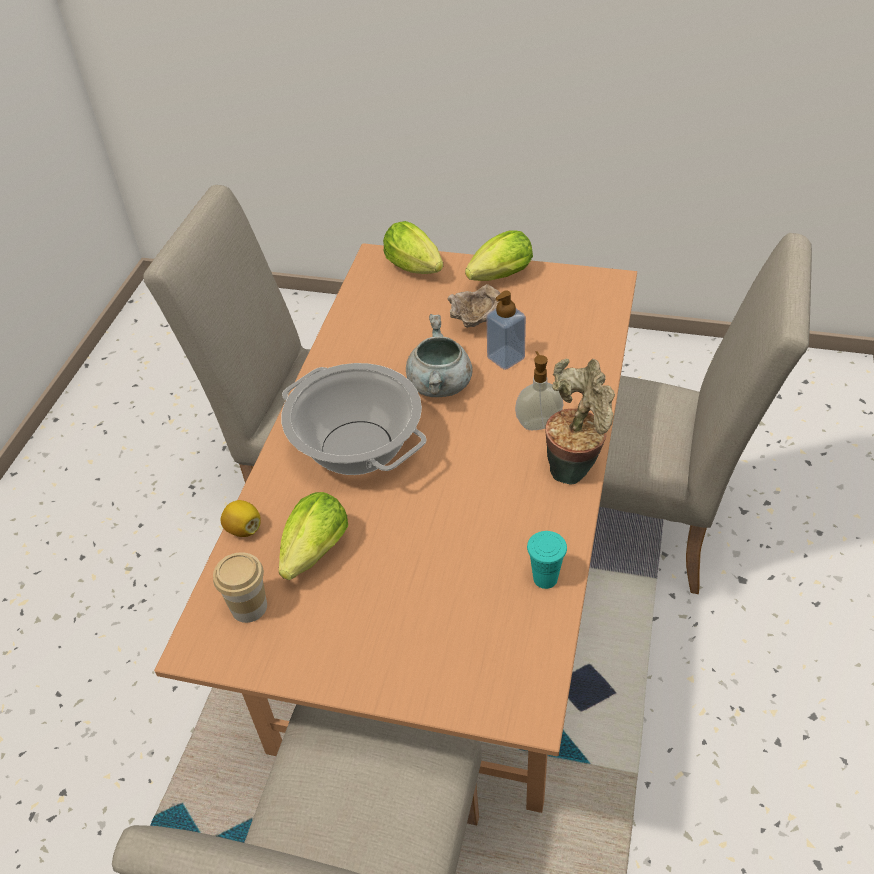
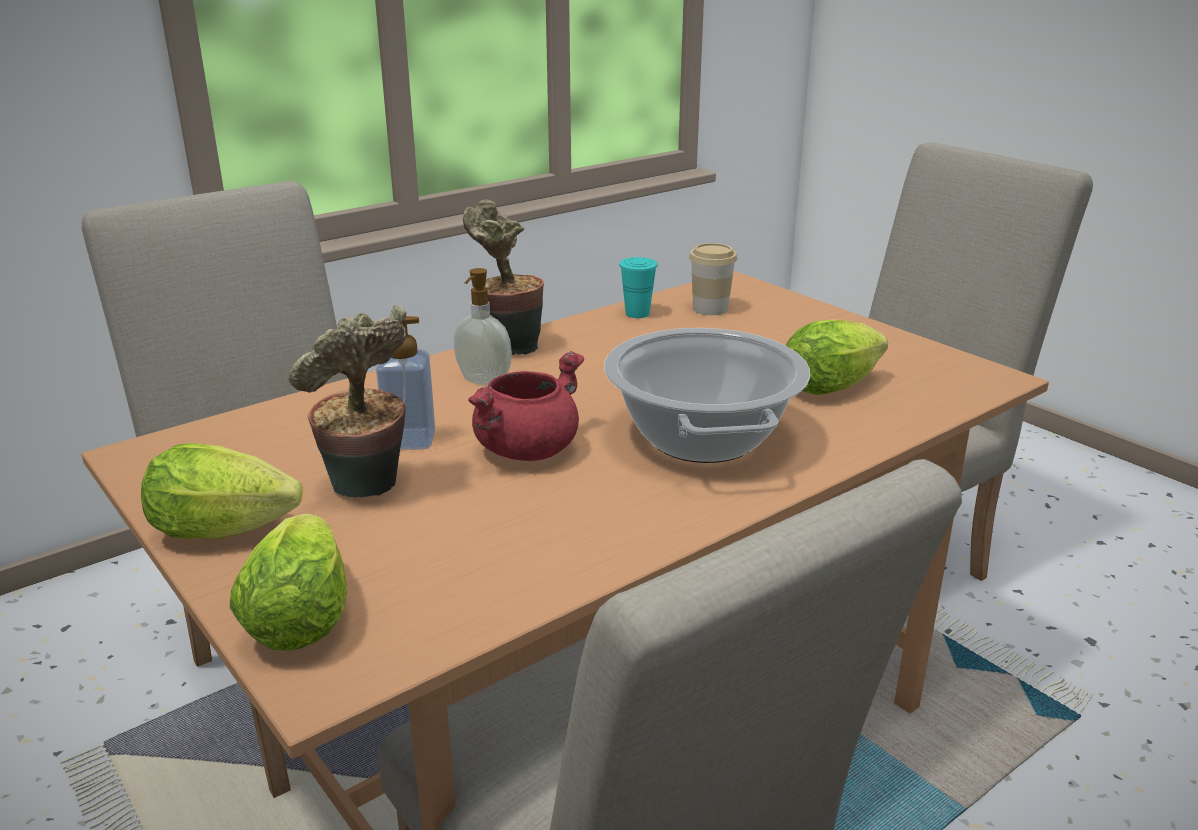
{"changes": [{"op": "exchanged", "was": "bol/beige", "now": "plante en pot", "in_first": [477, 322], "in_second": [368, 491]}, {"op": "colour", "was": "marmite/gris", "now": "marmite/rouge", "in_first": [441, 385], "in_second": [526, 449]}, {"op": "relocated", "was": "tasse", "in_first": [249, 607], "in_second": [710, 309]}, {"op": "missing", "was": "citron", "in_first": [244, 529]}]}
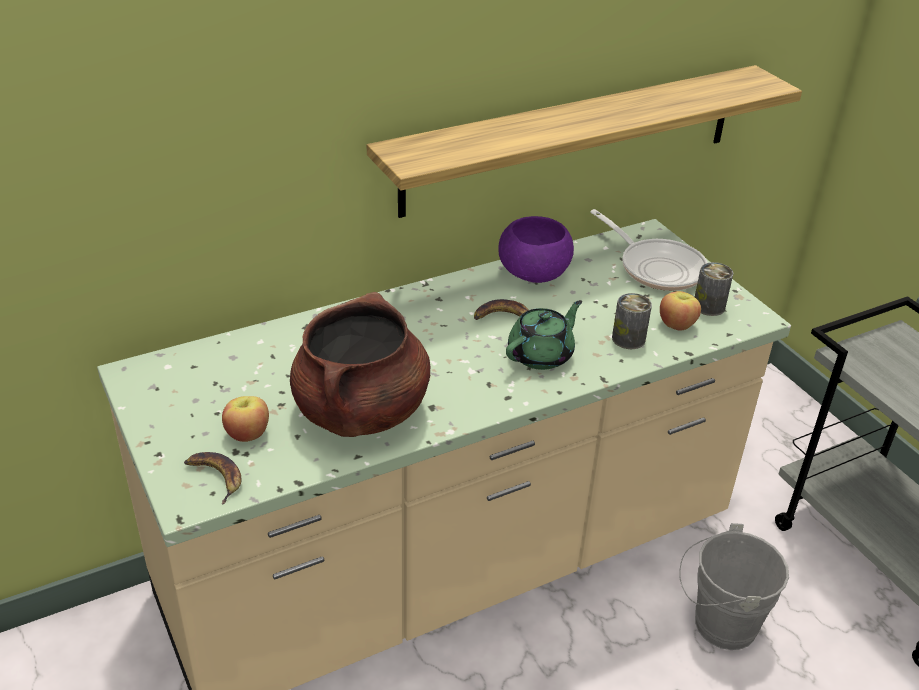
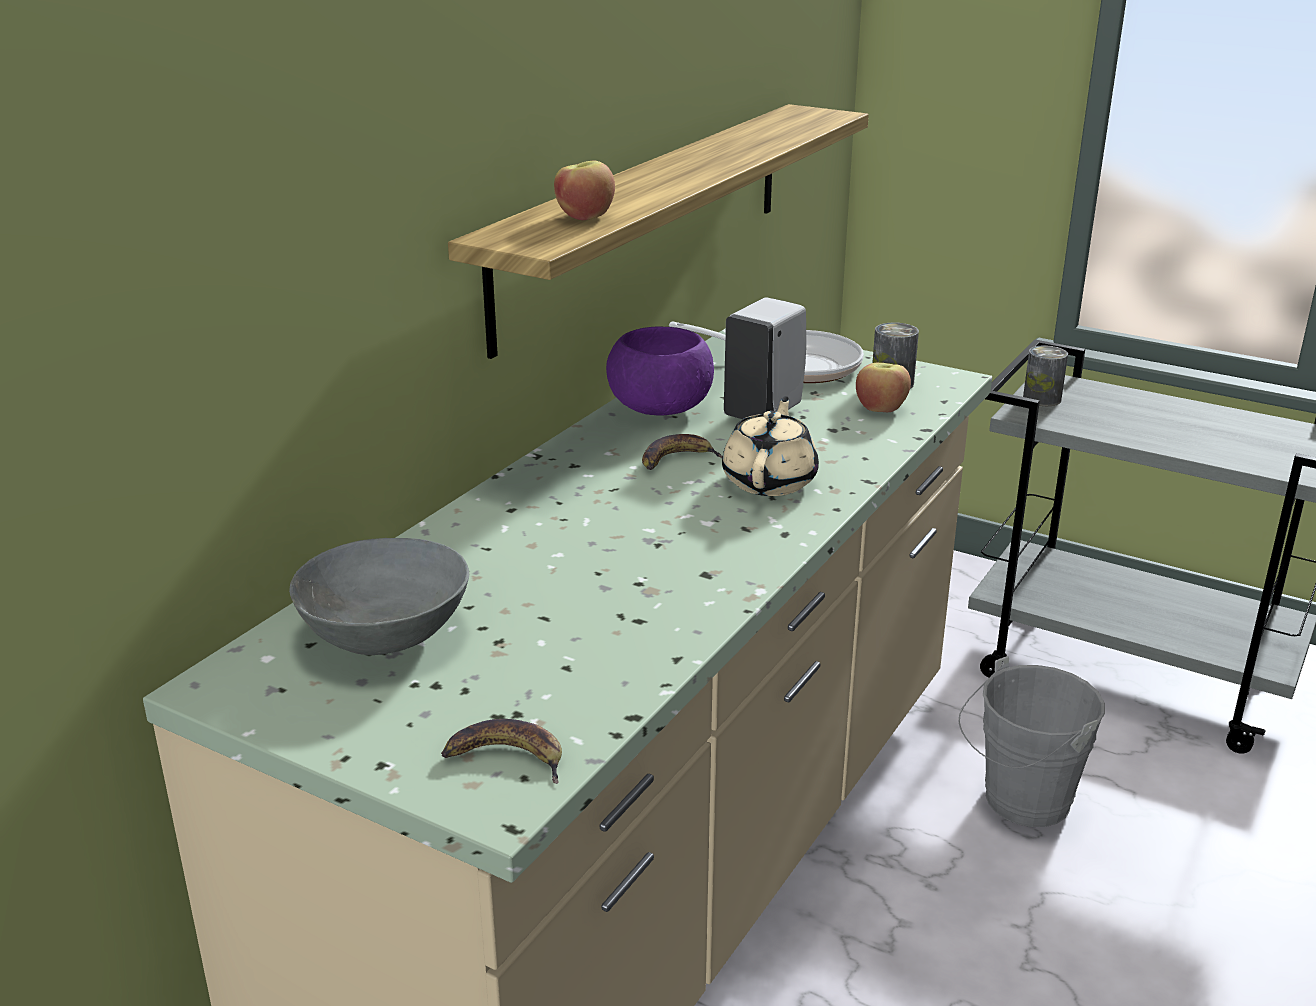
{"changes": [{"op": "appeared", "now": "bol/gris", "in_second": [387, 632]}, {"op": "relocated", "was": "pomme", "in_first": [247, 433], "in_second": [584, 217]}, {"op": "colour", "was": "théière/vert", "now": "théière/beige", "in_first": [541, 354], "in_second": [770, 480]}, {"op": "appeared", "now": "distributeur de savon/blanc", "in_second": [764, 412]}, {"op": "relocated", "was": "boîte métallique", "in_first": [628, 339], "in_second": [1042, 398]}, {"op": "missing", "was": "marmite/marron", "in_first": [361, 411]}]}
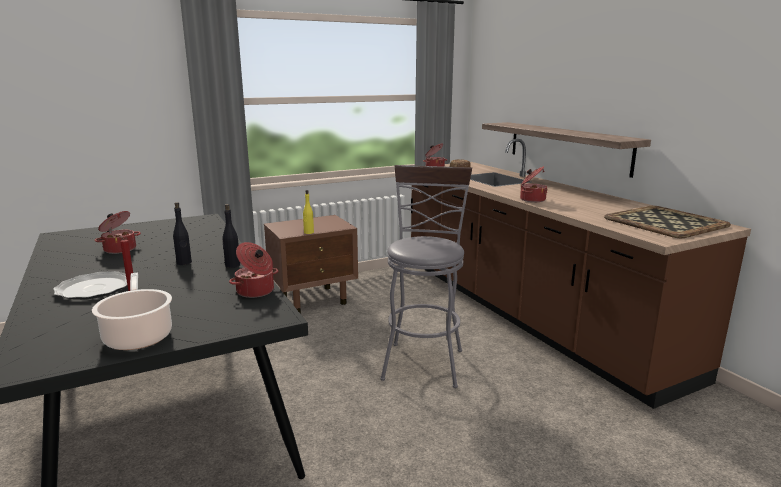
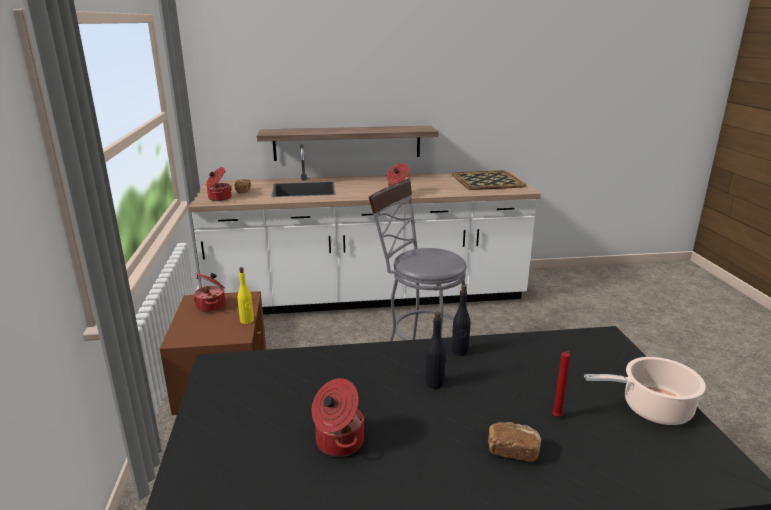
{"changes": [{"op": "colour", "was": "comptoir de cuisine/marron", "now": "comptoir de cuisine/blanc", "in_first": [526, 313], "in_second": [368, 296]}, {"op": "relocated", "was": "marmite", "in_first": [256, 291], "in_second": [212, 306]}, {"op": "exchanged", "was": "assiette", "now": "pain", "in_first": [94, 288], "in_second": [512, 451]}]}
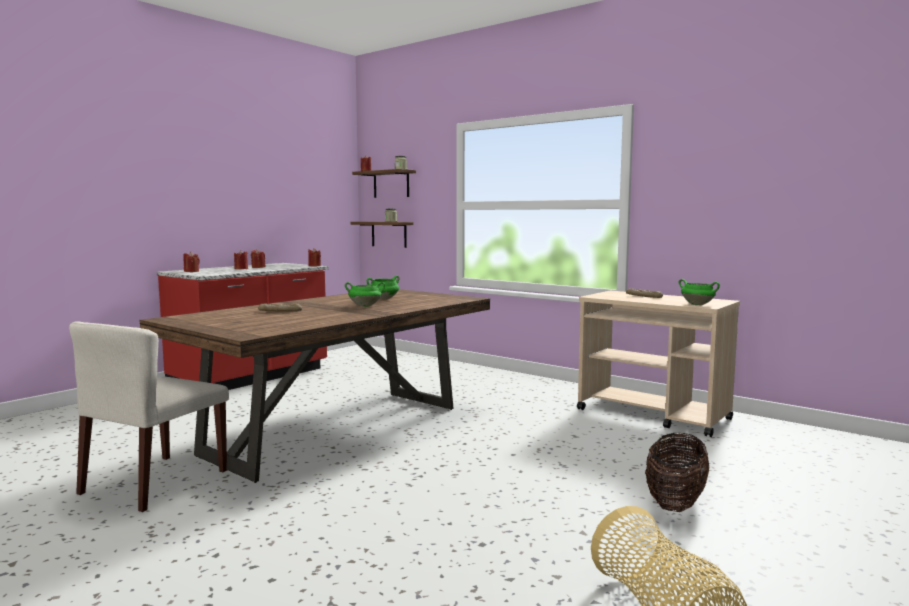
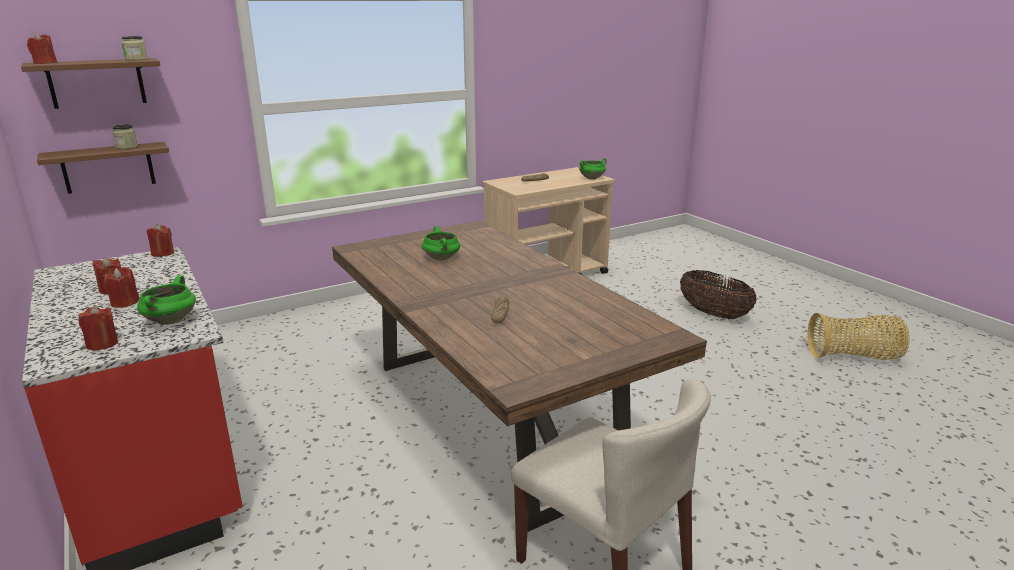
{"changes": [{"op": "relocated", "was": "marmite/vert", "in_first": [365, 306], "in_second": [170, 320]}]}
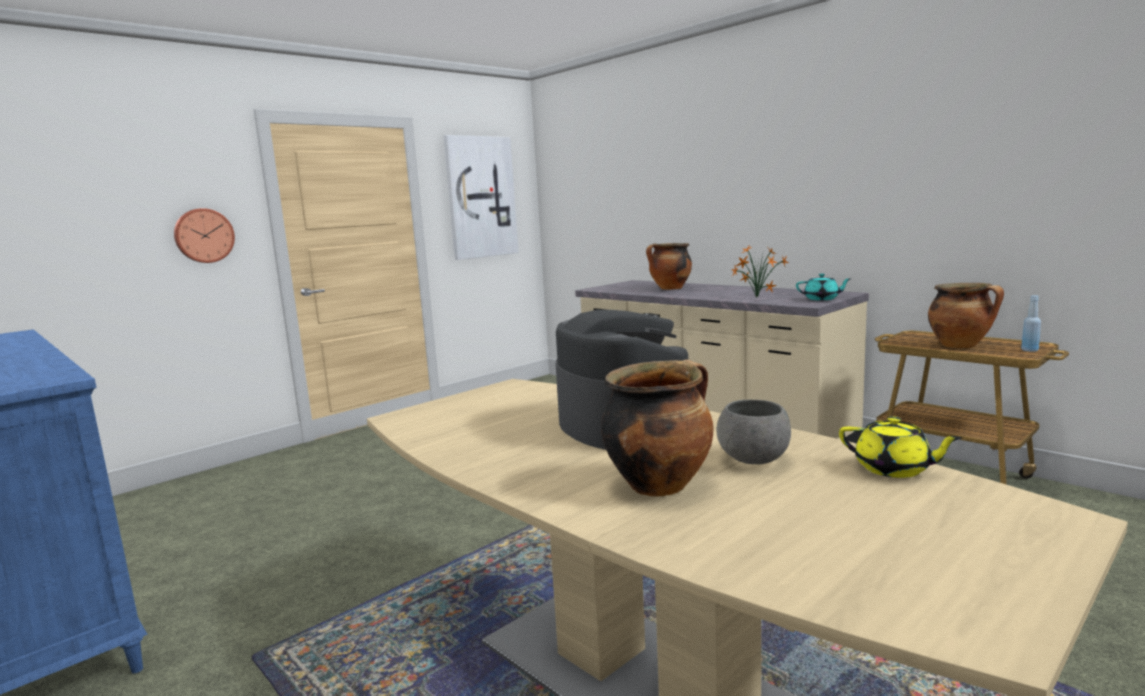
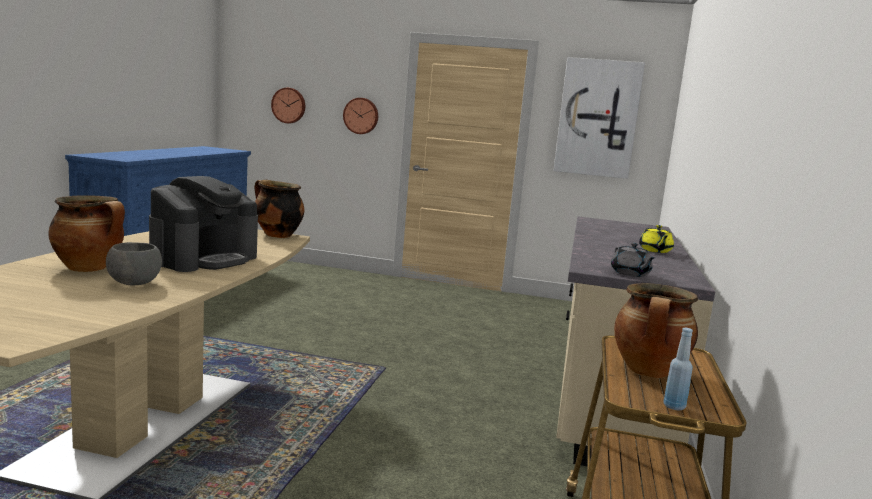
{"changes": [{"op": "relocated", "was": "marmite", "in_first": [670, 289], "in_second": [276, 235]}, {"op": "appeared", "now": "horloge murale", "in_second": [289, 105]}, {"op": "colour", "was": "théière/turquoise", "now": "théière/gris", "in_first": [822, 299], "in_second": [630, 274]}, {"op": "relocated", "was": "théière/jaune", "in_first": [894, 469], "in_second": [655, 251]}, {"op": "missing", "was": "plante en pot", "in_first": [756, 297]}]}
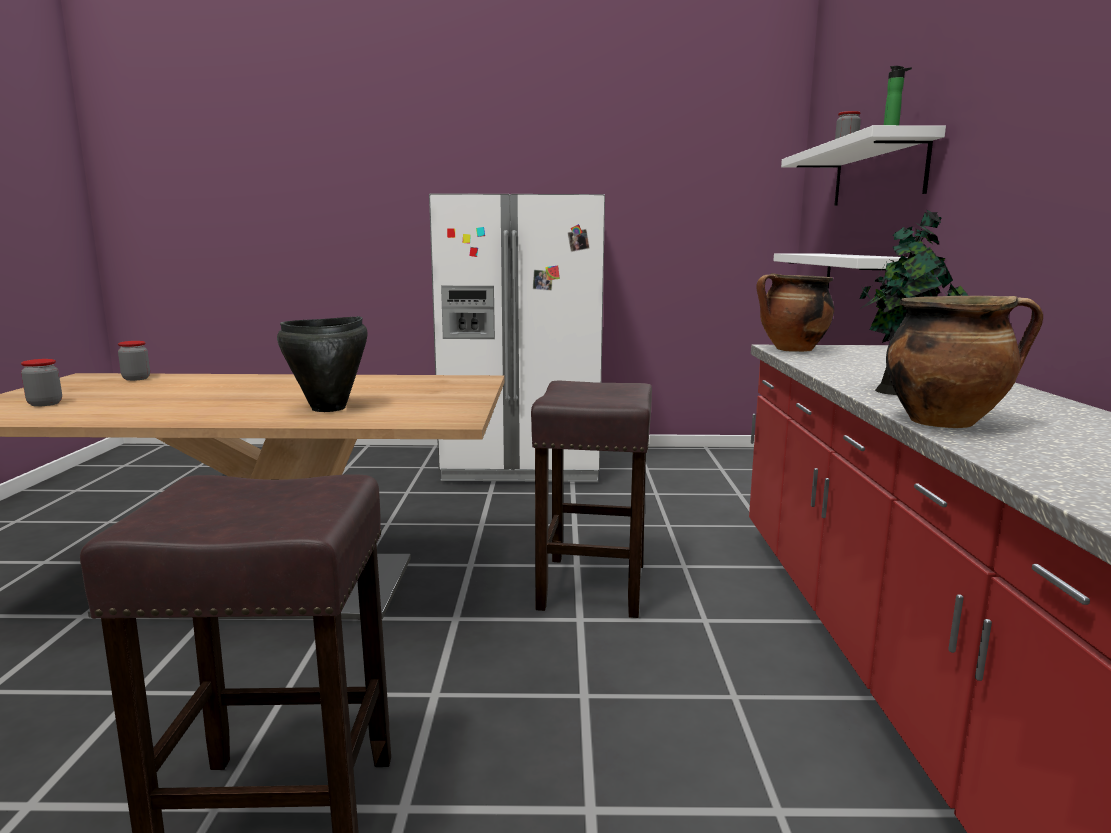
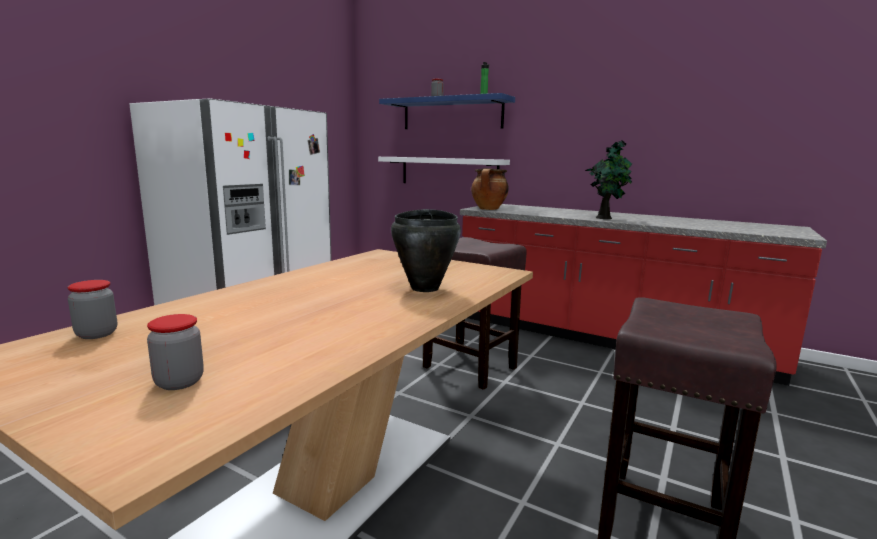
{"changes": [{"op": "colour", "was": "étagère/blanc", "now": "étagère/bleu", "in_first": [877, 173], "in_second": [452, 114]}, {"op": "missing", "was": "marmite", "in_first": [946, 422]}]}
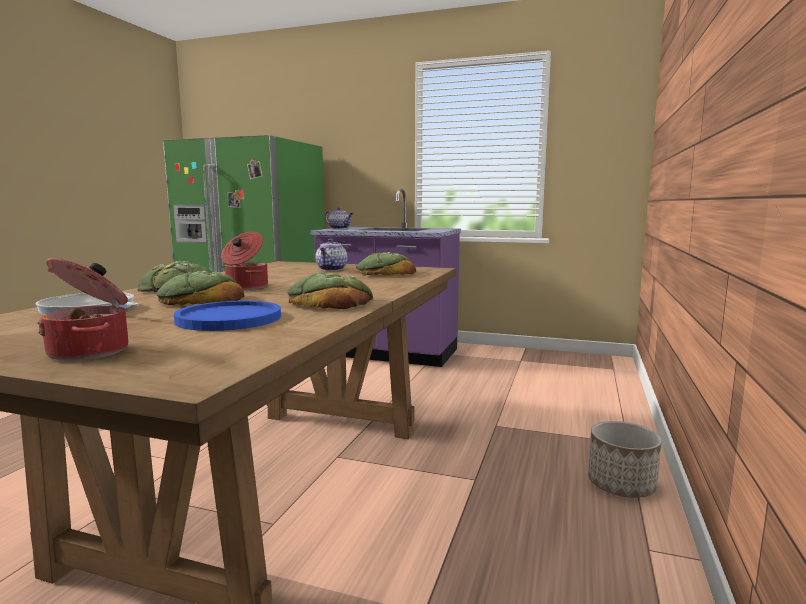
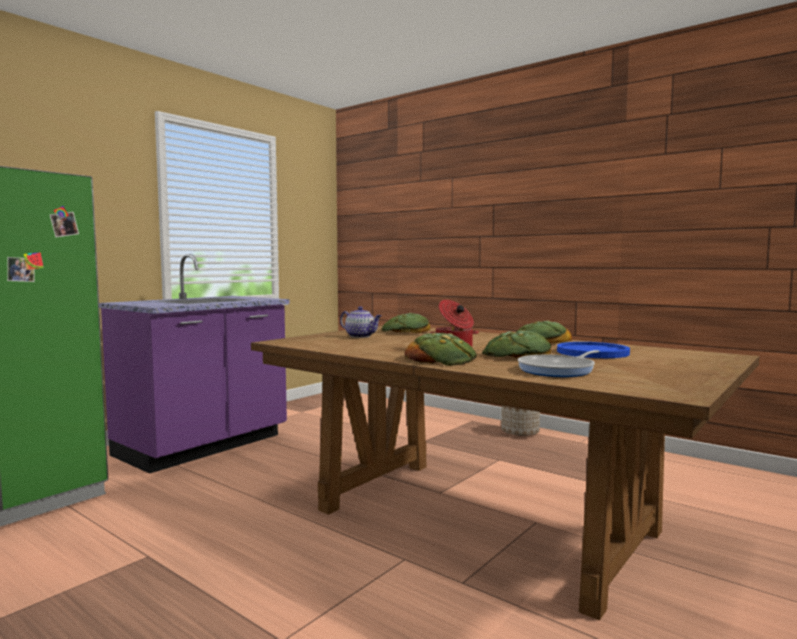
{"changes": [{"op": "missing", "was": "marmite", "in_first": [91, 351]}, {"op": "missing", "was": "théière", "in_first": [340, 228]}]}
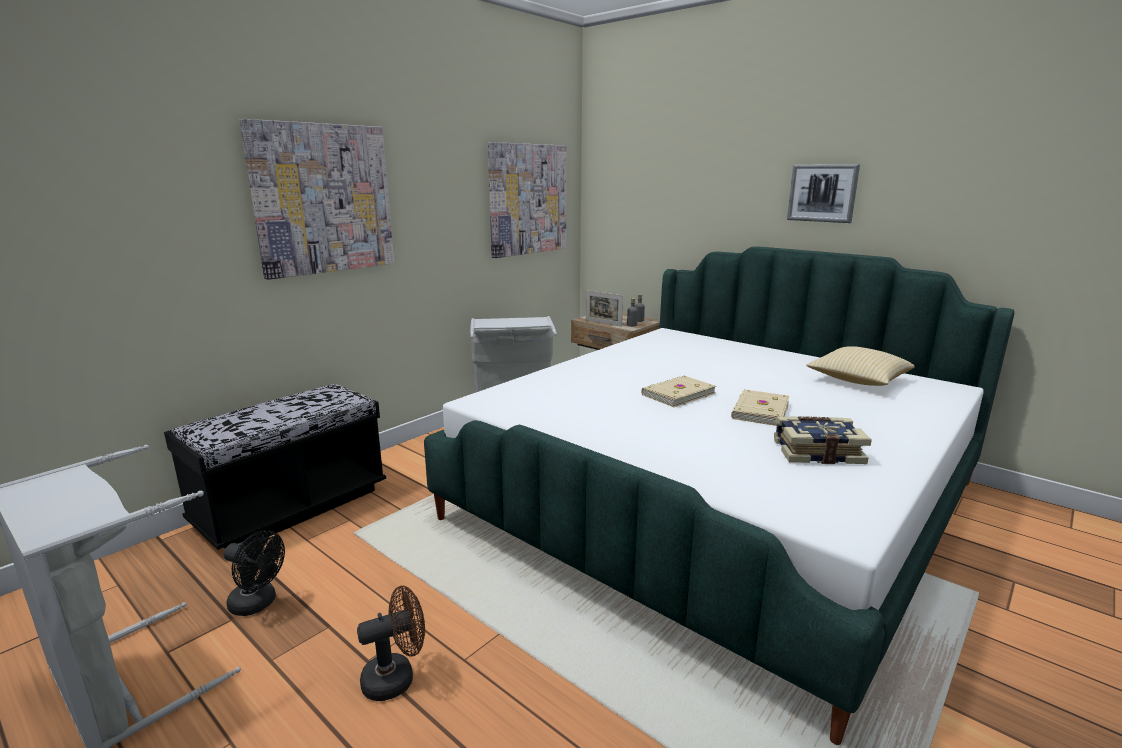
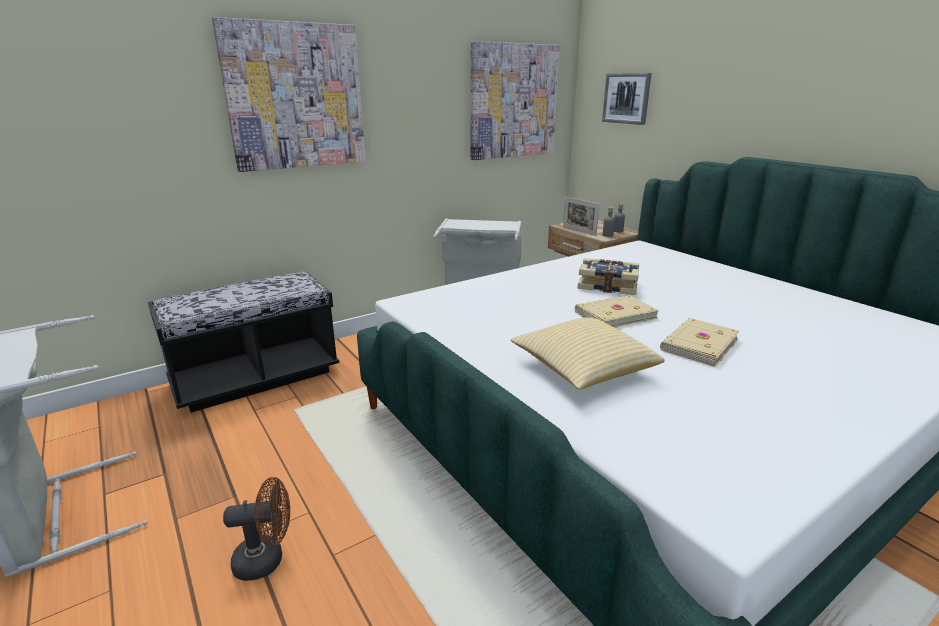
{"changes": [{"op": "relocated", "was": "coussin", "in_first": [857, 381], "in_second": [582, 369]}, {"op": "relocated", "was": "livre", "in_first": [817, 452], "in_second": [607, 285]}, {"op": "relocated", "was": "tableau", "in_first": [822, 193], "in_second": [626, 98]}, {"op": "missing", "was": "ventilateur/noir", "in_first": [258, 604]}]}
